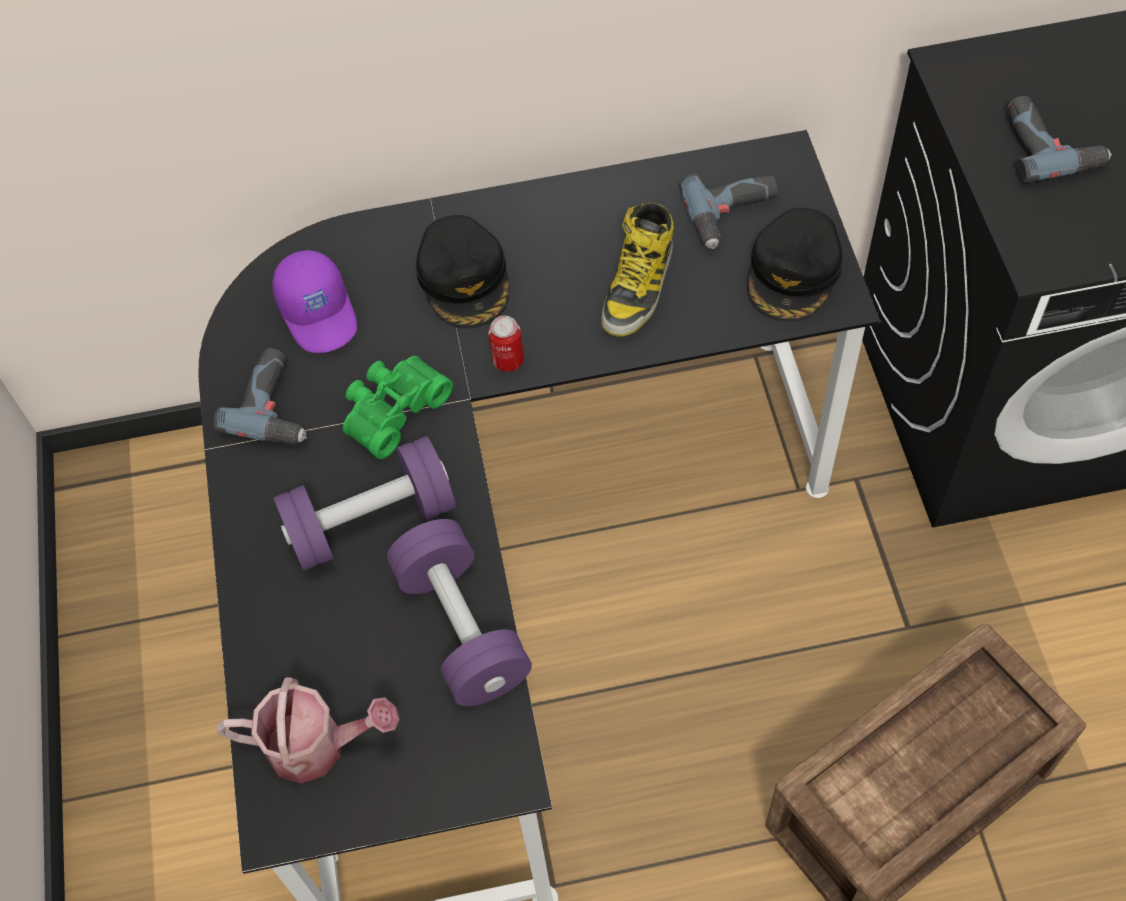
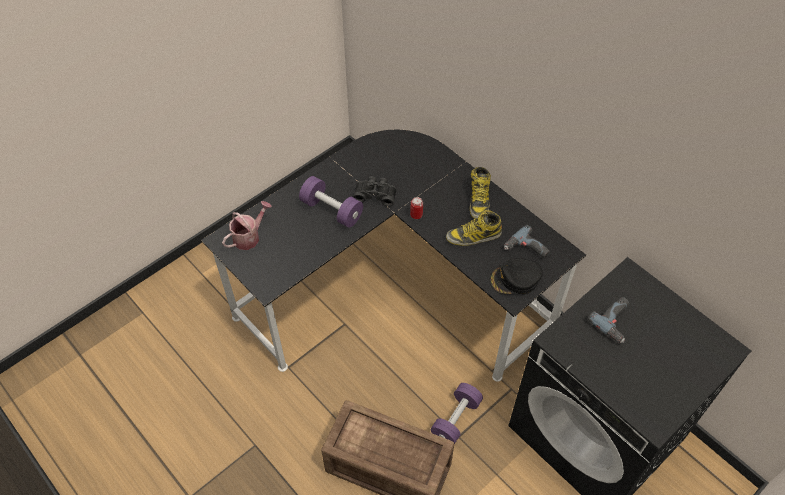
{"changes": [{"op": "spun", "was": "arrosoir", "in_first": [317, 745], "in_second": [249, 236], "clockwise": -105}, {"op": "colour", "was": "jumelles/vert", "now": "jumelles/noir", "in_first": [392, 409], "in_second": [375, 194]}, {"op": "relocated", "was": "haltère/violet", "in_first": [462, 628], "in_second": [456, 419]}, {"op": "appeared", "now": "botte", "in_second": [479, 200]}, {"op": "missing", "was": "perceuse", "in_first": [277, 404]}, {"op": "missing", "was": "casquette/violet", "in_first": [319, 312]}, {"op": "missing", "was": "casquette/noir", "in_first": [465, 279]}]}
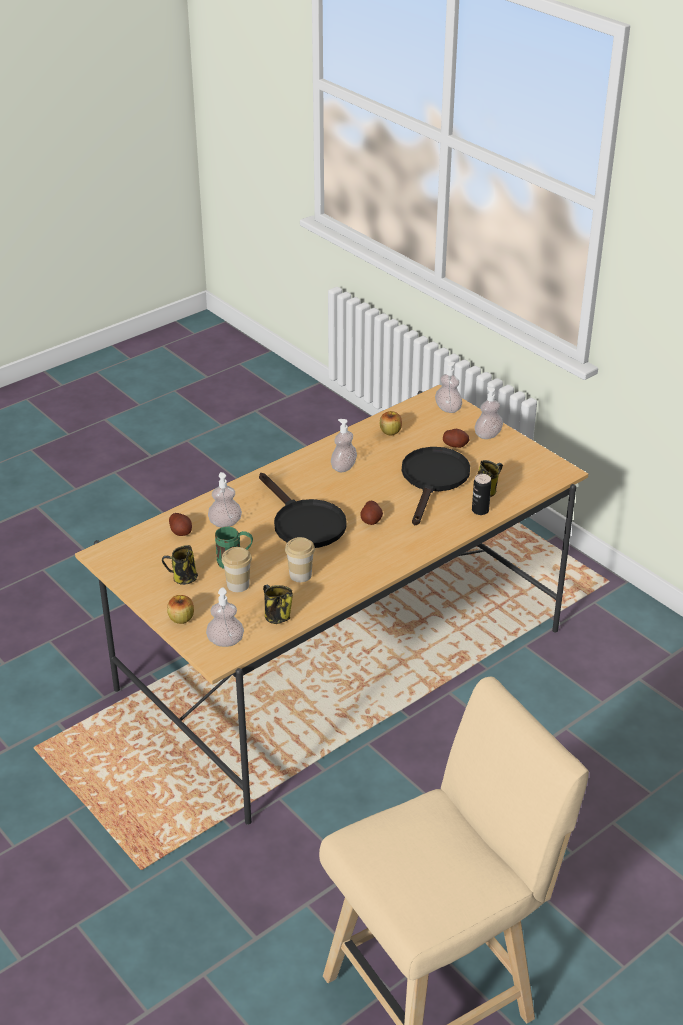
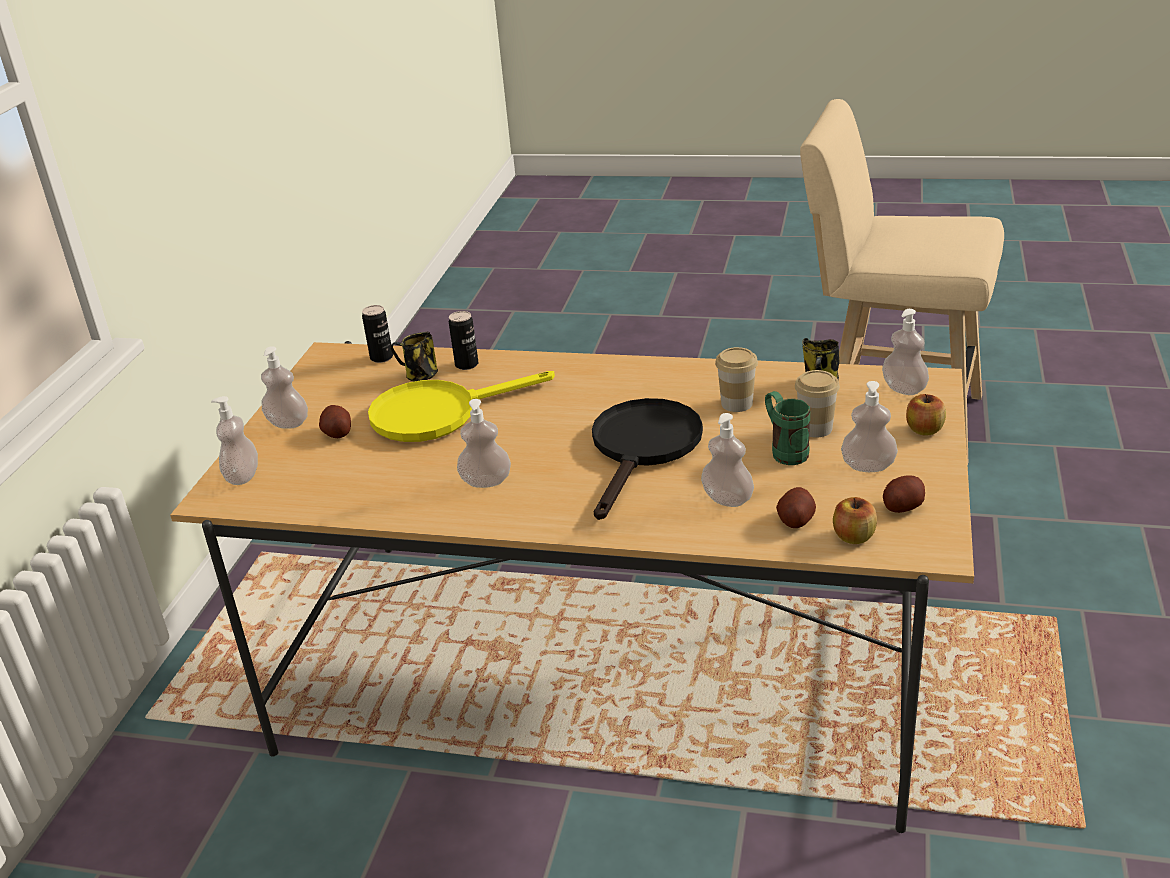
{"changes": [{"op": "appeared", "now": "boîte métallique", "in_second": [381, 358]}, {"op": "colour", "was": "poêle/noir", "now": "poêle/jaune", "in_first": [433, 480], "in_second": [438, 413]}, {"op": "relocated", "was": "pomme", "in_first": [390, 432], "in_second": [854, 537]}, {"op": "exchanged", "was": "mug", "now": "distributeur de savon", "in_first": [183, 578], "in_second": [868, 466]}, {"op": "relocated", "was": "pomme de terre", "in_first": [371, 520], "in_second": [902, 506]}]}
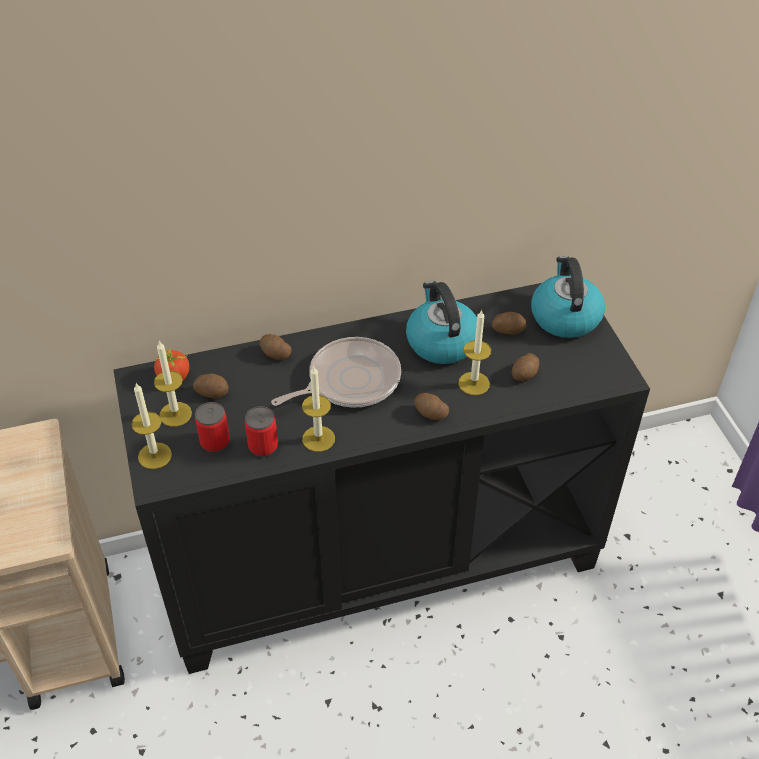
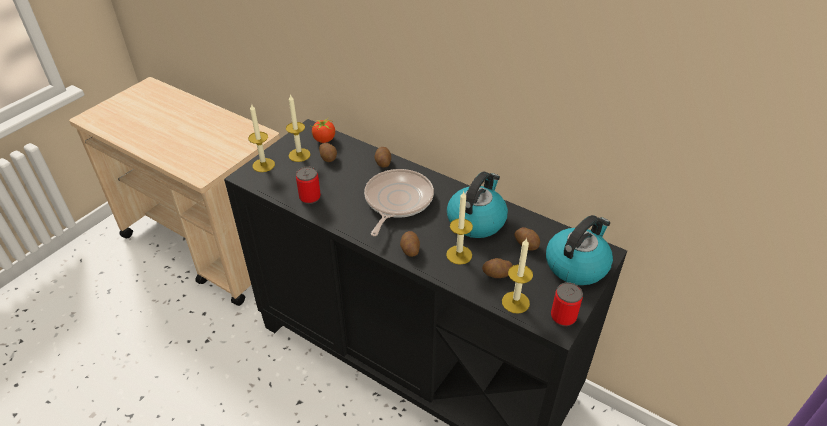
{"changes": [{"op": "spun", "was": "poêle", "in_first": [349, 380], "in_second": [397, 201], "clockwise": -90}, {"op": "relocated", "was": "bougie", "in_first": [318, 439], "in_second": [515, 302]}, {"op": "relocated", "was": "boîte métallique", "in_first": [215, 442], "in_second": [563, 317]}]}
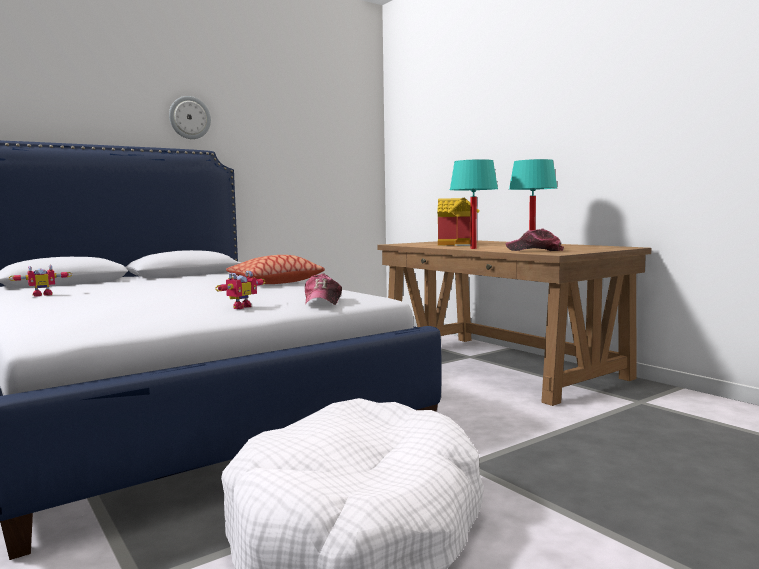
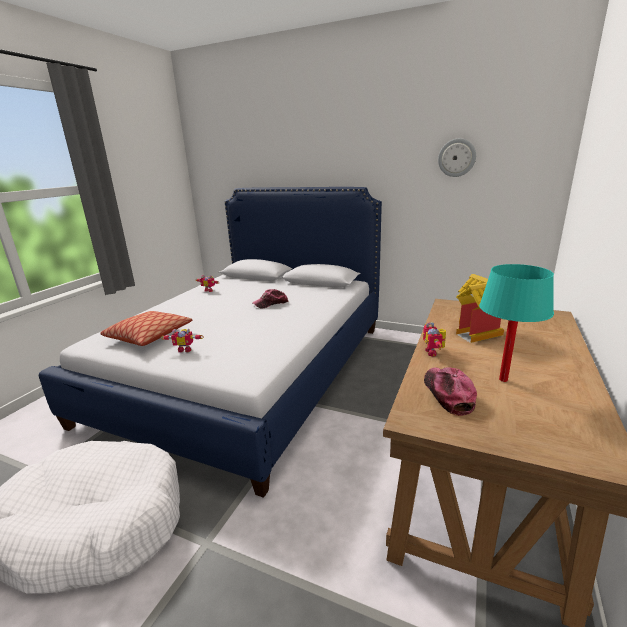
{"changes": [{"op": "relocated", "was": "coussin", "in_first": [274, 282], "in_second": [149, 336]}, {"op": "relocated", "was": "casquette", "in_first": [323, 301], "in_second": [271, 303]}, {"op": "exchanged", "was": "lampe de table/turquoise", "now": "robot jouet", "in_first": [473, 248], "in_second": [434, 352]}, {"op": "relocated", "was": "horloge murale", "in_first": [189, 117], "in_second": [456, 158]}]}
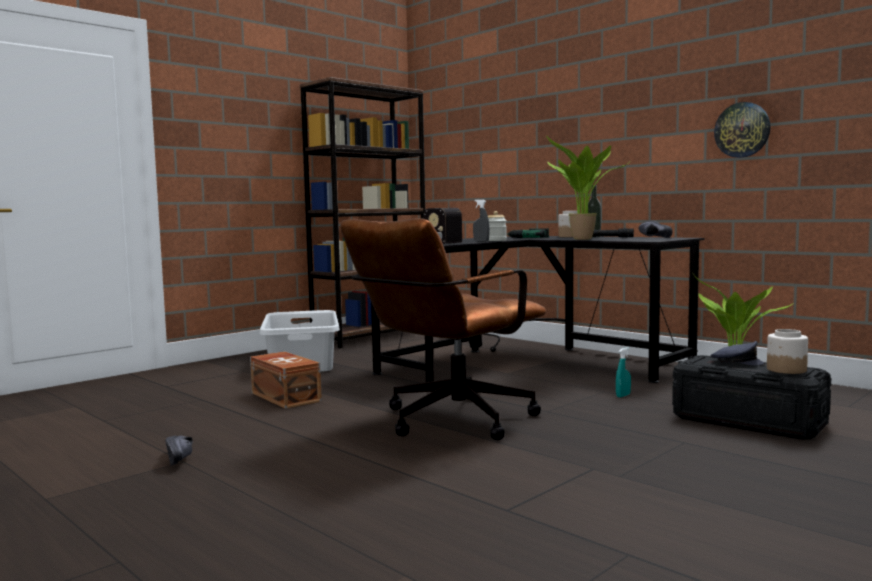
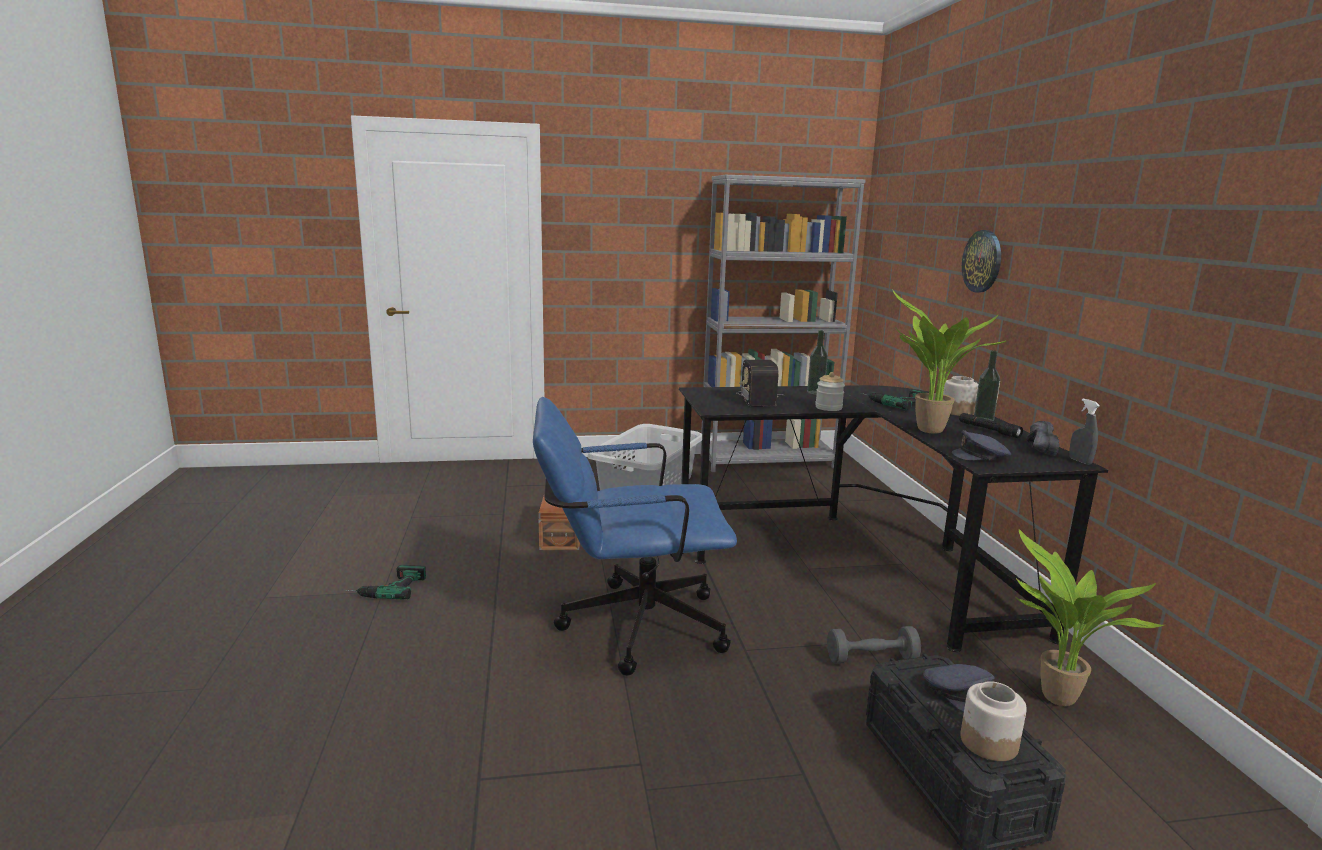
{"changes": [{"op": "exchanged", "was": "chaussure/noir", "now": "perceuse", "in_first": [182, 459], "in_second": [386, 588]}, {"op": "colour", "was": "chaise de bureau/marron", "now": "chaise de bureau/bleu", "in_first": [447, 422], "in_second": [628, 626]}, {"op": "colour", "was": "bibliothèque/marron", "now": "bibliothèque/gris", "in_first": [371, 337], "in_second": [767, 461]}, {"op": "appeared", "now": "bouteille", "in_second": [815, 392]}, {"op": "exchanged", "was": "vaporisateur/turquoise", "now": "haltère/gris", "in_first": [623, 395], "in_second": [871, 659]}, {"op": "appeared", "now": "casquette/gris", "in_second": [982, 456]}, {"op": "relocated", "was": "horloge murale", "in_first": [742, 130], "in_second": [982, 261]}, {"op": "relocated", "was": "vaporisateur/gris", "in_first": [481, 241], "in_second": [1080, 461]}]}
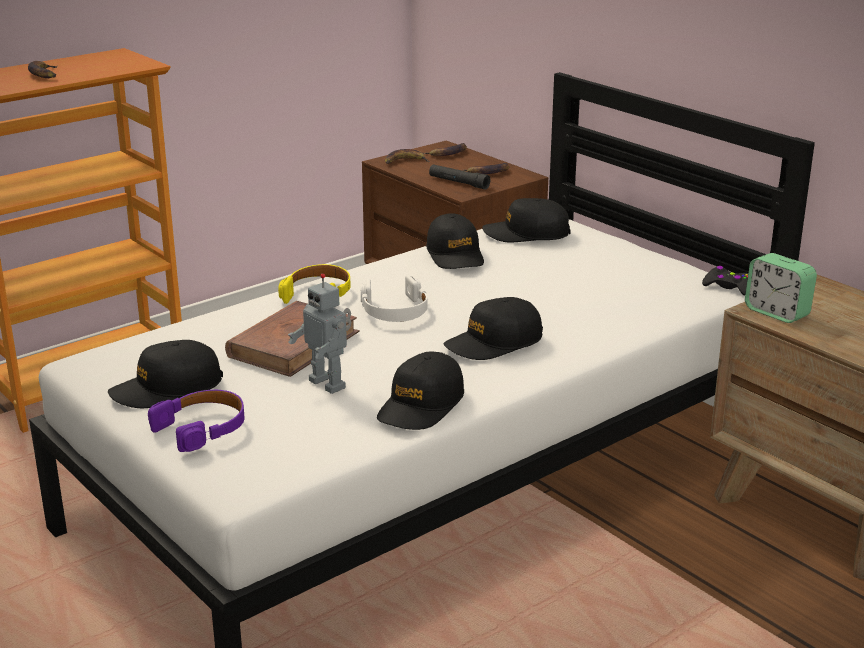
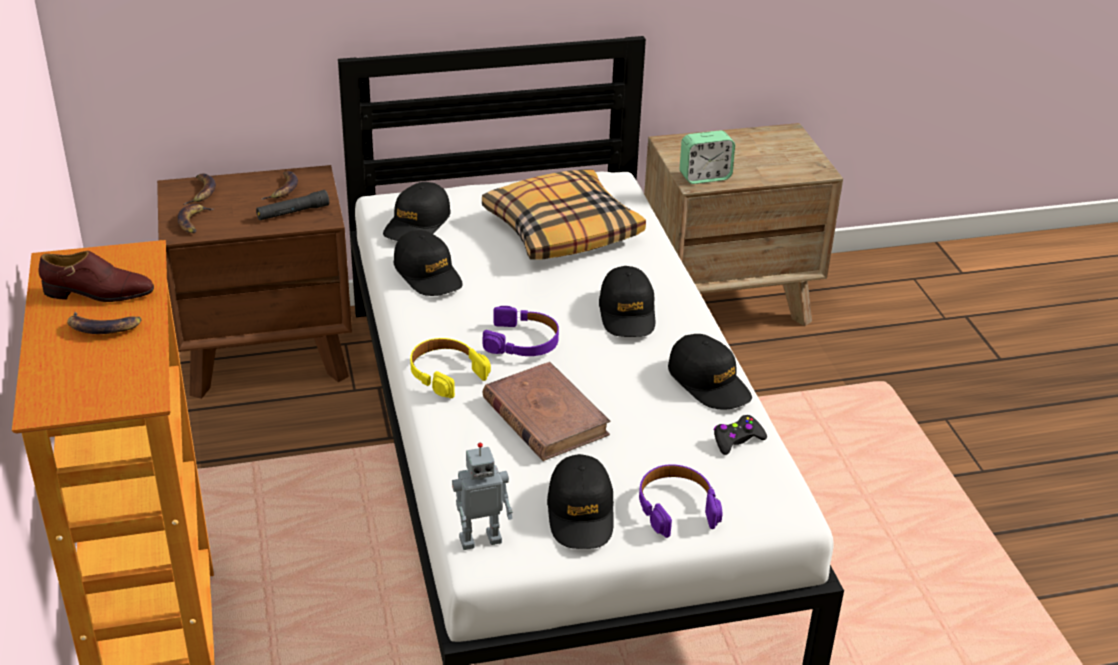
{"changes": [{"op": "appeared", "now": "chaussure/marron", "in_second": [98, 293]}, {"op": "spun", "was": "casquette/noir", "in_first": [455, 255], "in_second": [428, 274], "clockwise": 45}, {"op": "relocated", "was": "robot jouet", "in_first": [329, 384], "in_second": [480, 538]}, {"op": "appeared", "now": "coussin", "in_second": [561, 229]}, {"op": "colour", "was": "casque audio/blanc", "now": "casque audio/violet", "in_first": [394, 310], "in_second": [522, 342]}, {"op": "relocated", "was": "manette/noir", "in_first": [728, 287], "in_second": [737, 440]}]}
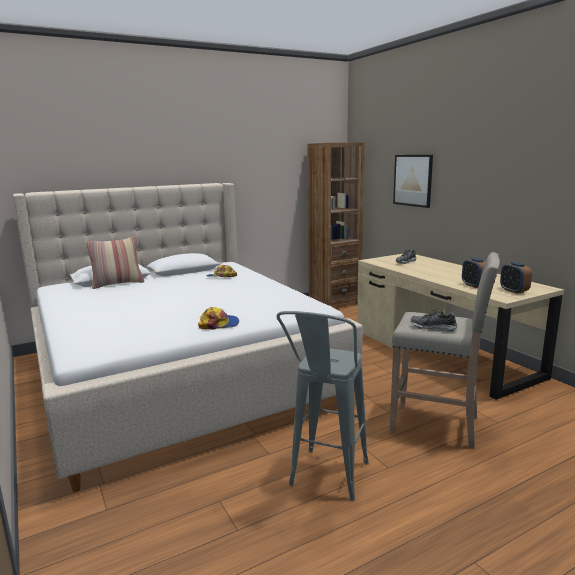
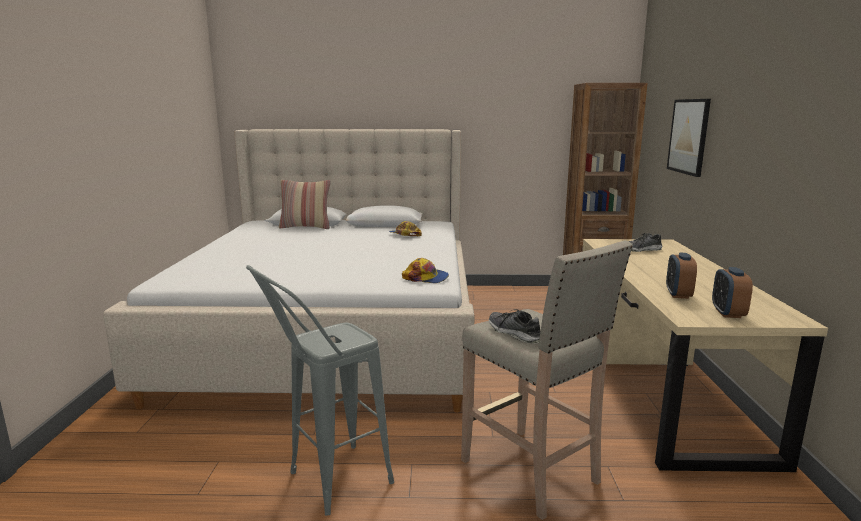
{"changes": [{"op": "relocated", "was": "casquette", "in_first": [219, 324], "in_second": [426, 278]}]}
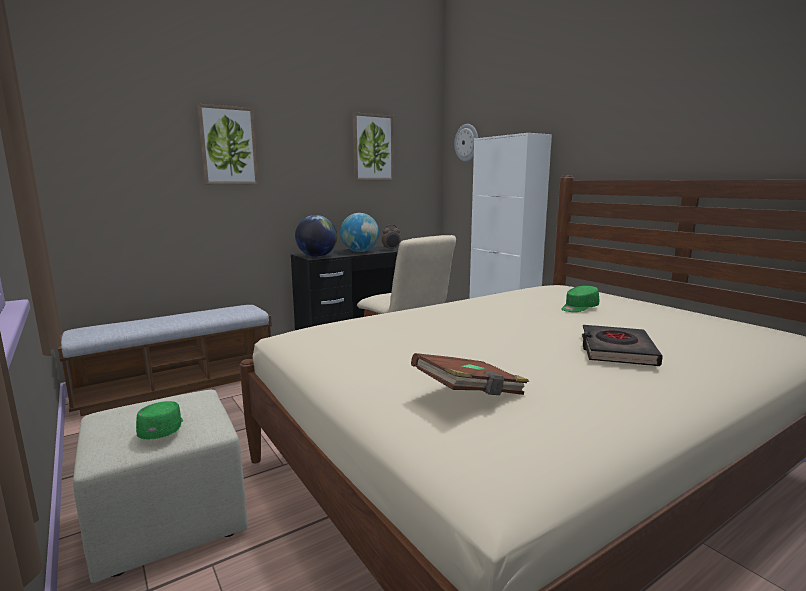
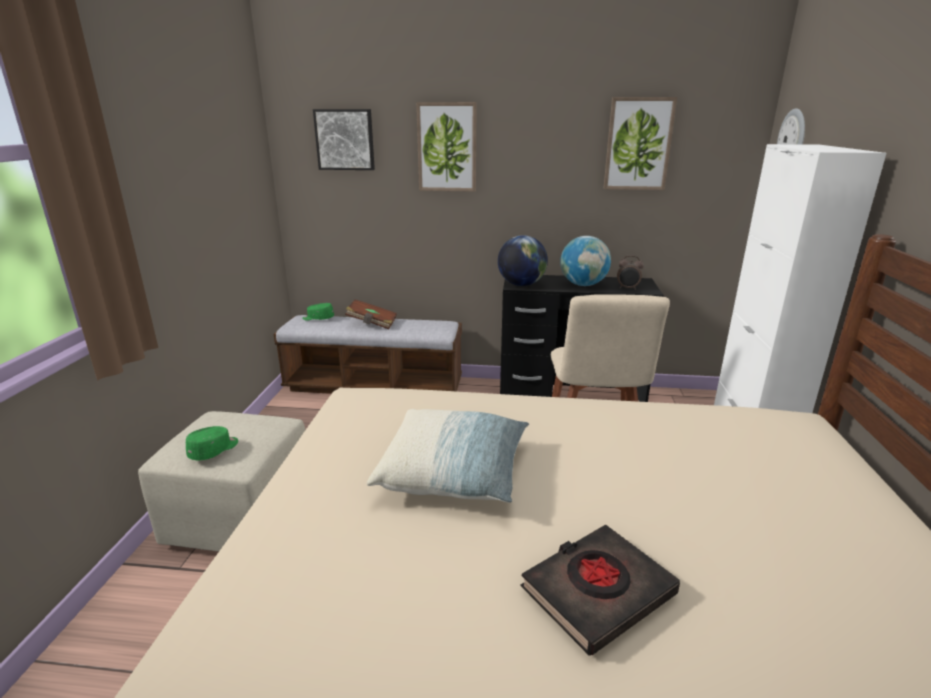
{"changes": [{"op": "relocated", "was": "casquette/vert", "in_first": [579, 308], "in_second": [318, 318]}, {"op": "appeared", "now": "tableau", "in_second": [345, 139]}, {"op": "relocated", "was": "livre/marron", "in_first": [470, 395], "in_second": [372, 323]}, {"op": "appeared", "now": "coussin", "in_second": [454, 472]}]}
